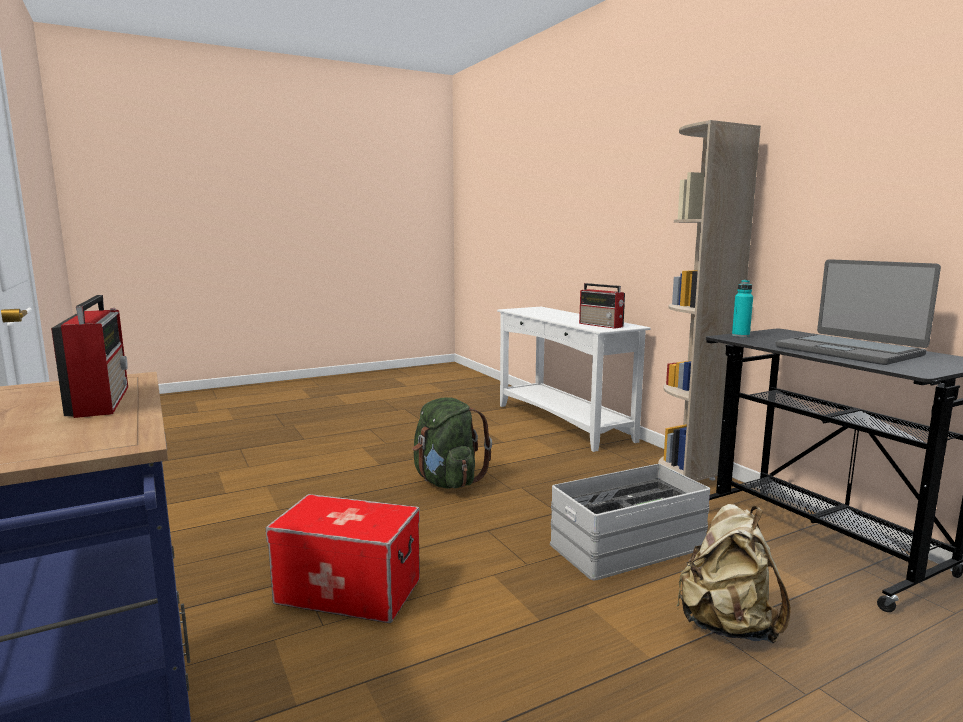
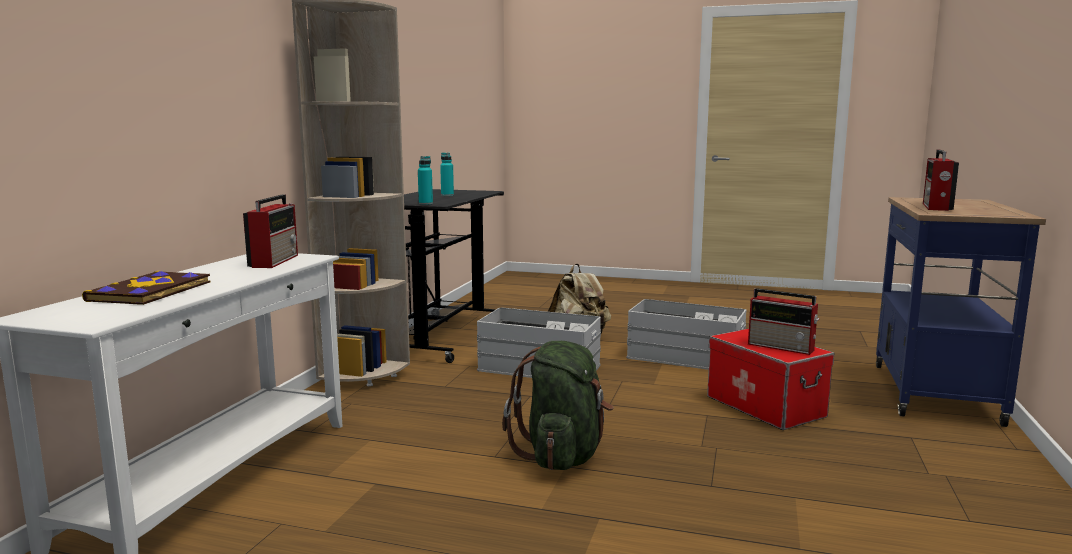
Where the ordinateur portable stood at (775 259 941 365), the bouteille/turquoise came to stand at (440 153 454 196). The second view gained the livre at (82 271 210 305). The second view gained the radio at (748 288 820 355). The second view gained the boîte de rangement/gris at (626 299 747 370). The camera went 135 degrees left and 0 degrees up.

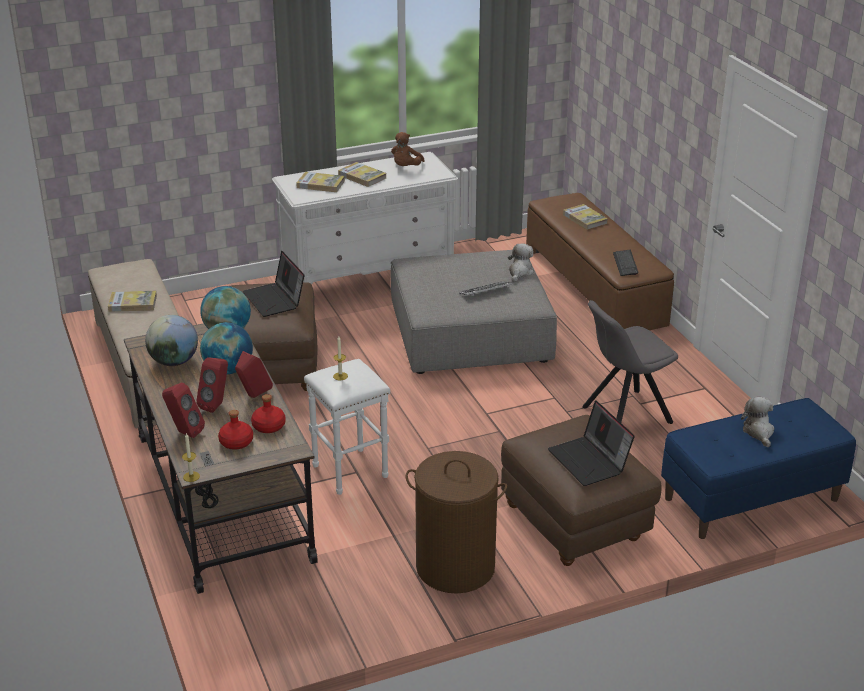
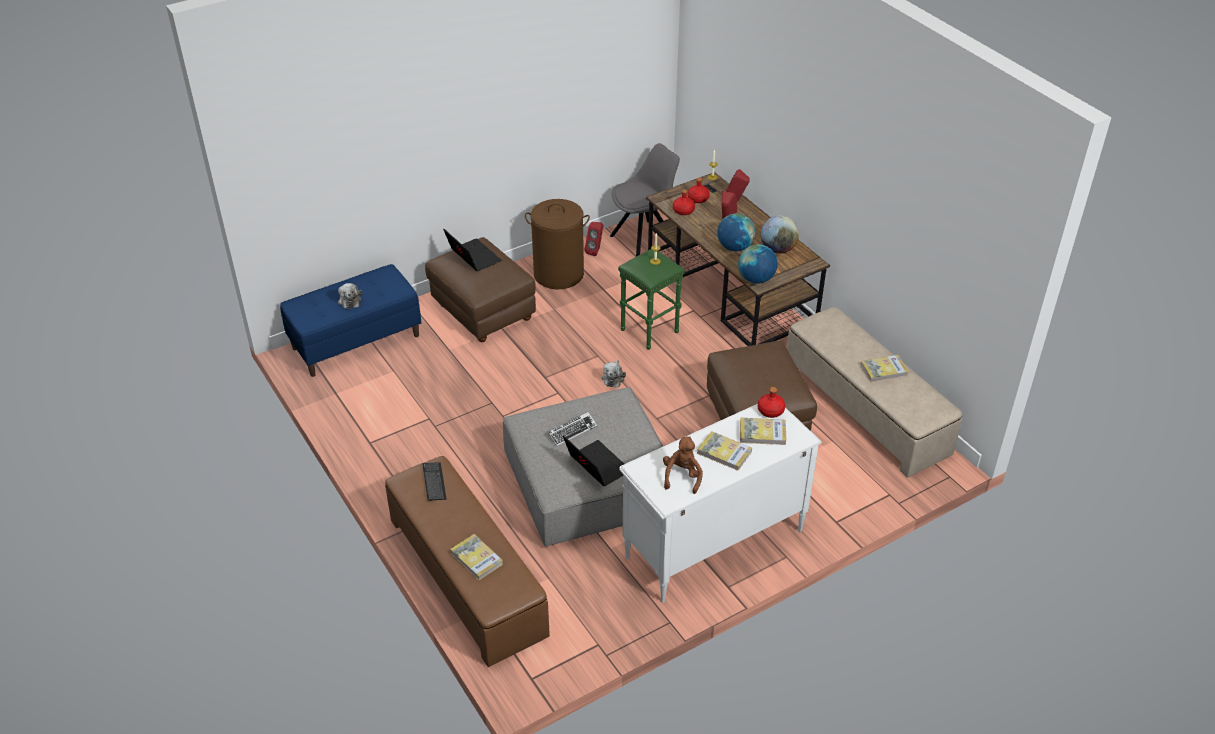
The peluche ended up elsewhere, having gone from (508 243 534 282) to (601 360 626 387). The ordinateur portable ended up elsewhere, having gone from (242 251 305 317) to (563 435 624 486). The chaise/gris ended up elsewhere, having gone from (582 300 678 424) to (610 143 680 257). The enceinte/rouge ended up elsewhere, having gone from (235 351 273 398) to (585 222 603 256). What was the tabouret/blanc at (304 359 390 495) turned into the tabouret/vert at (618 249 685 350). The second view gained the bouteille/rouge at (758 387 785 418). The camera went 170 degrees right and 10 degrees up.

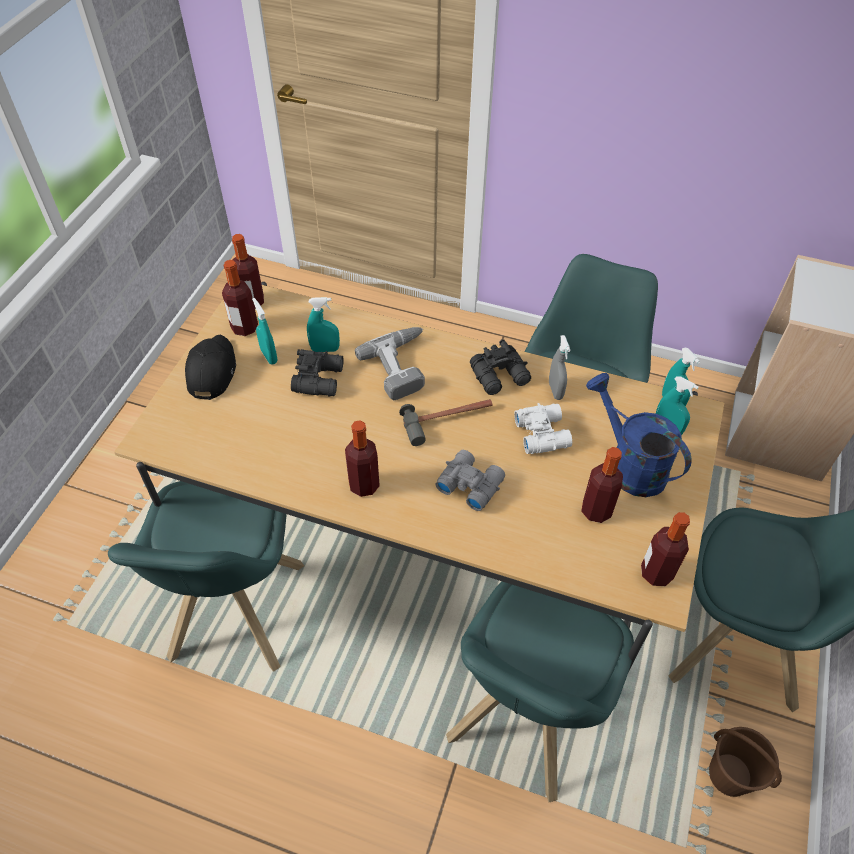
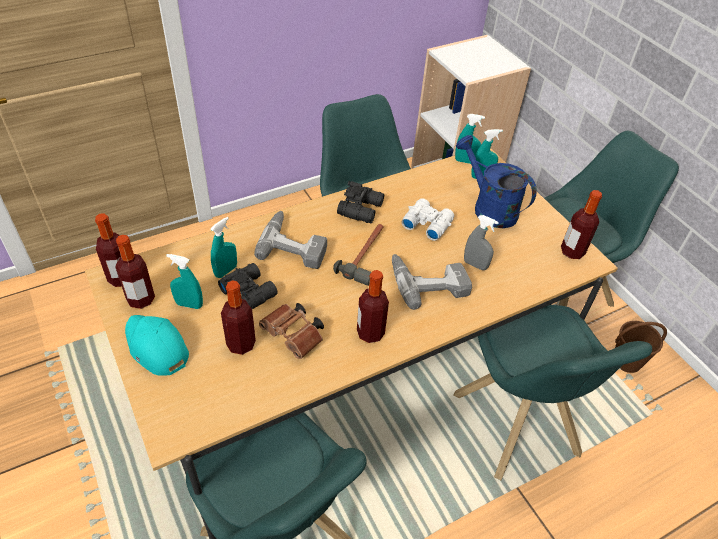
What was the casquette/noir at (185 335 236 400) turned into the casquette/turquoise at (125 315 189 376). The vaporisateur/gris ended up elsewhere, having gone from (549 335 570 400) to (464 215 499 270). The arrosoir/bleu at (586 373 692 497) ended up facing another way, 45 degrees clockwise from before. The bouteille ended up elsewhere, having gone from (581 447 623 523) to (221 280 256 355). Where the jumelles/gris stood at (435 450 505 511), the perceuse came to stand at (392 254 472 310). The second view gained the jumelles/marron at (259 303 324 359). The camera went 50 degrees left and 5 degrees down.

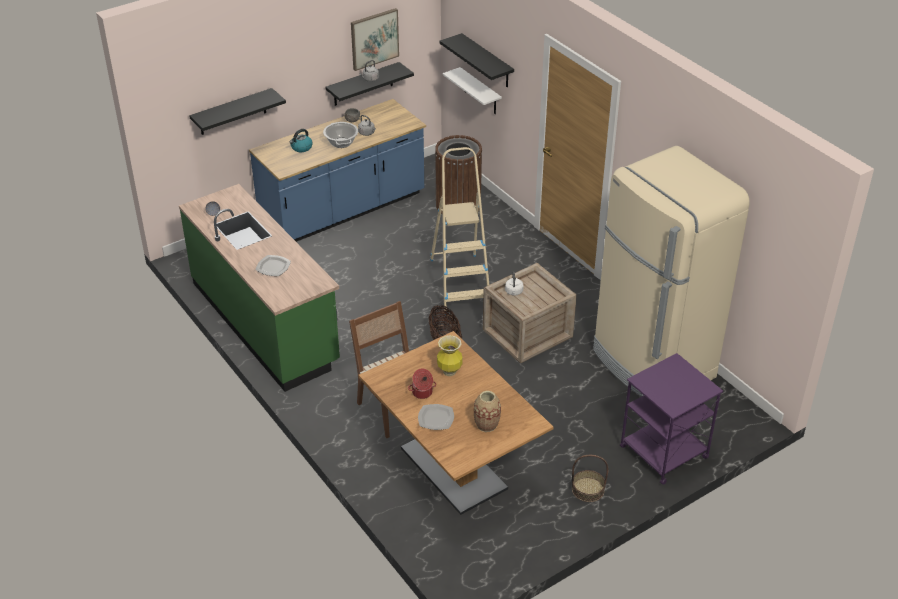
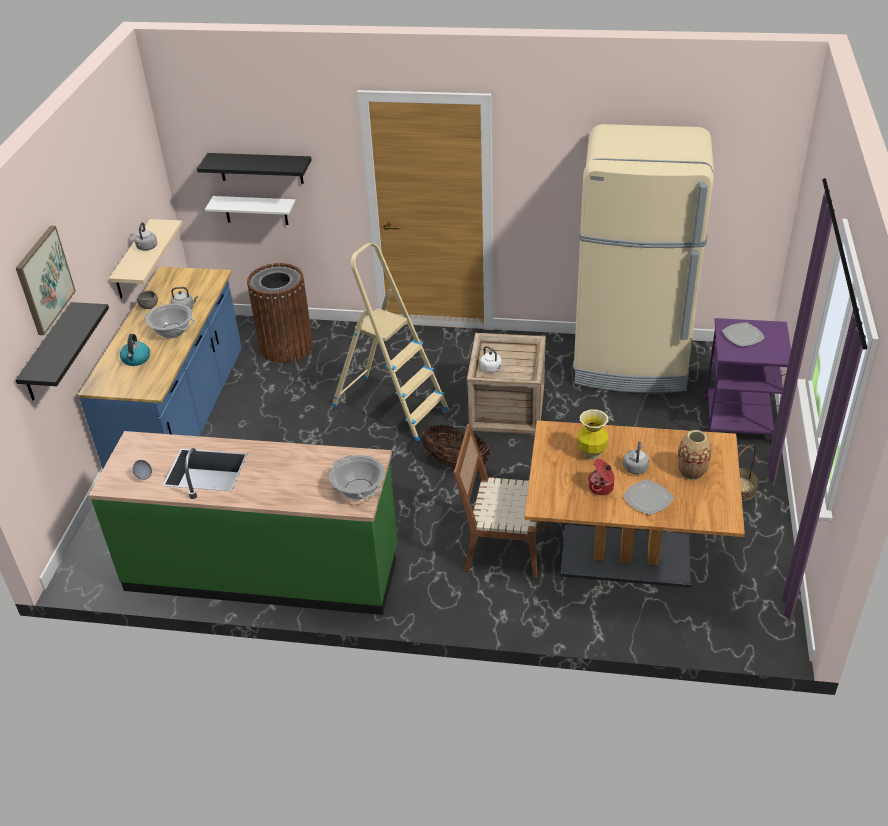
The tableau ended up elsewhere, having gone from (351 8 399 71) to (16 226 76 335). What was the étagère/noir at (325 62 414 106) turned into the étagère/beige at (109 219 183 299). The assiette ended up elsewhere, having gone from (256 255 291 276) to (722 322 765 347). The second view gained the bouilloire/gris at (623 441 649 474). The second view gained the marmite at (329 455 385 500). The camera went 45 degrees left and 0 degrees up.

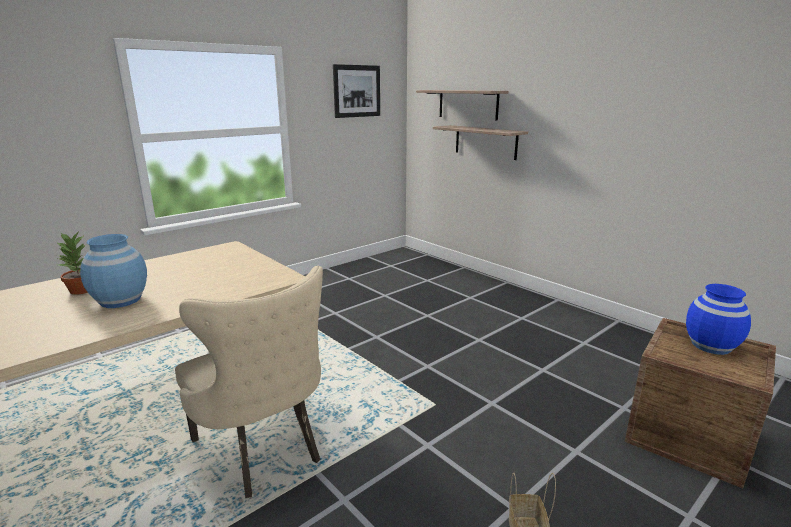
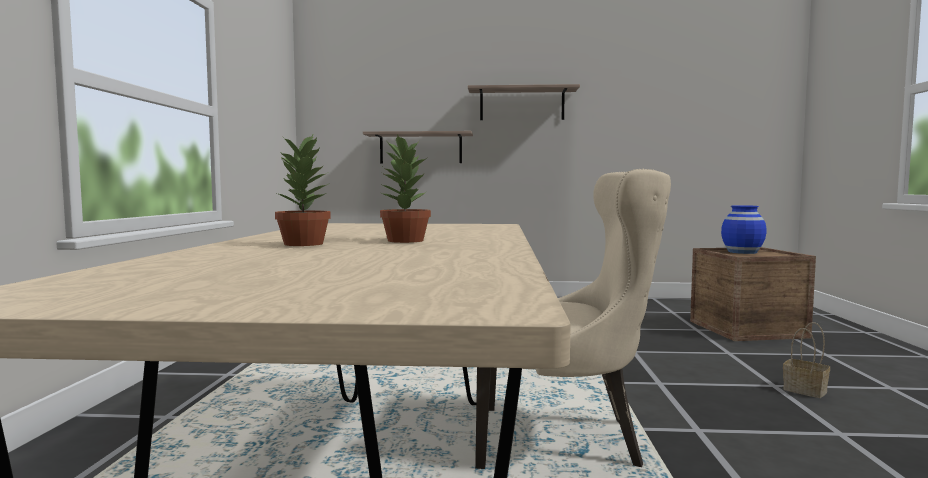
The second view lost the tableau at (333 64 380 118). The étagère ended up elsewhere, having gone from (416 90 509 121) to (468 84 580 120). Where the vase/bleu stood at (80 234 147 308), the plante en pot came to stand at (379 134 431 243). The camera went 45 degrees left and 15 degrees down.

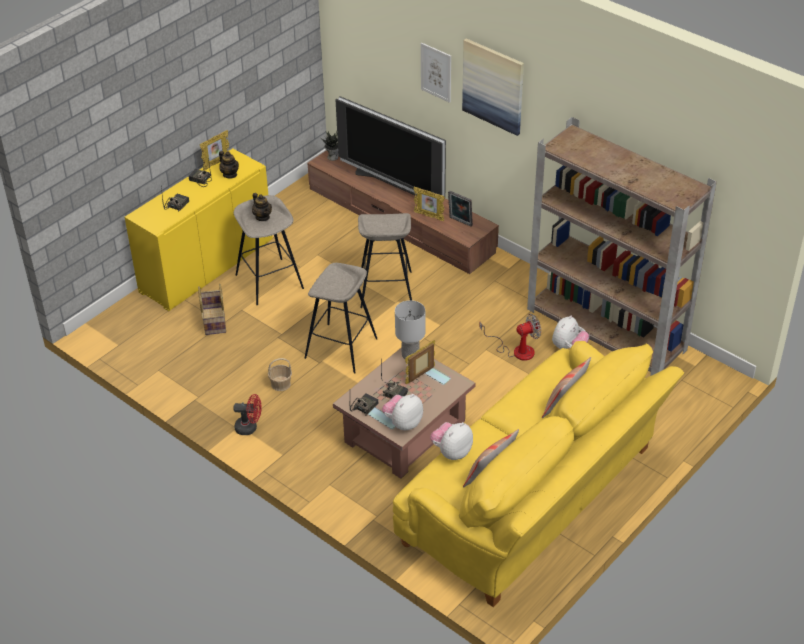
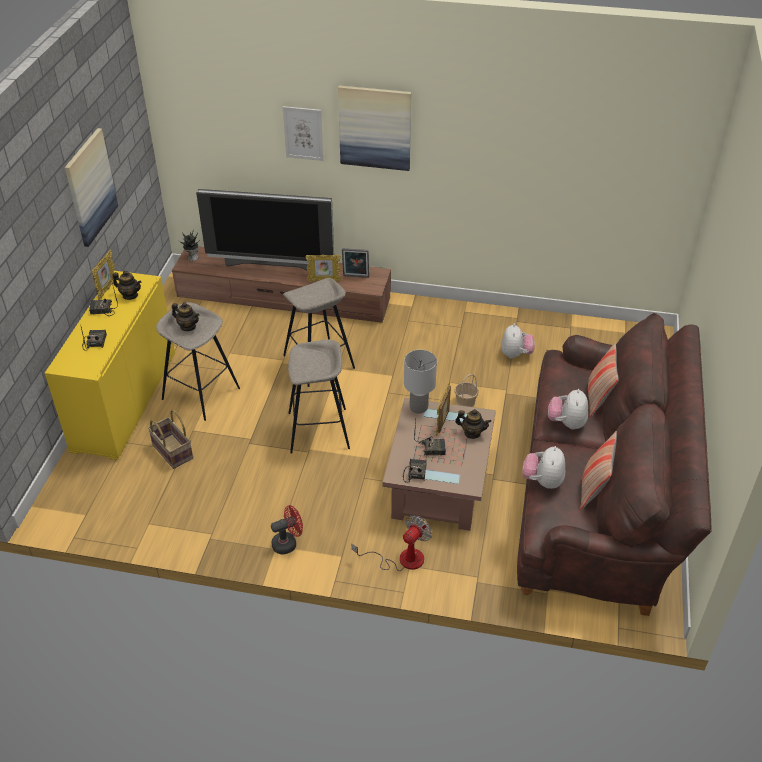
The second view lost the bibliothèque/marron at (527 117 717 376). The ventilateur ended up elsewhere, having gone from (479 314 541 361) to (352 515 432 571). What was the canapé/jaune at (393 341 684 607) turned into the canapé/marron at (517 313 712 616). The panier ended up elsewhere, having gone from (268 358 292 391) to (454 374 479 407). The peluche ended up elsewhere, having gone from (382 394 423 431) to (548 389 588 430). The second view gained the tableau at (65 128 118 247). The second view gained the théière at (455 409 491 439). The camera went 30 degrees left and 0 degrees up.

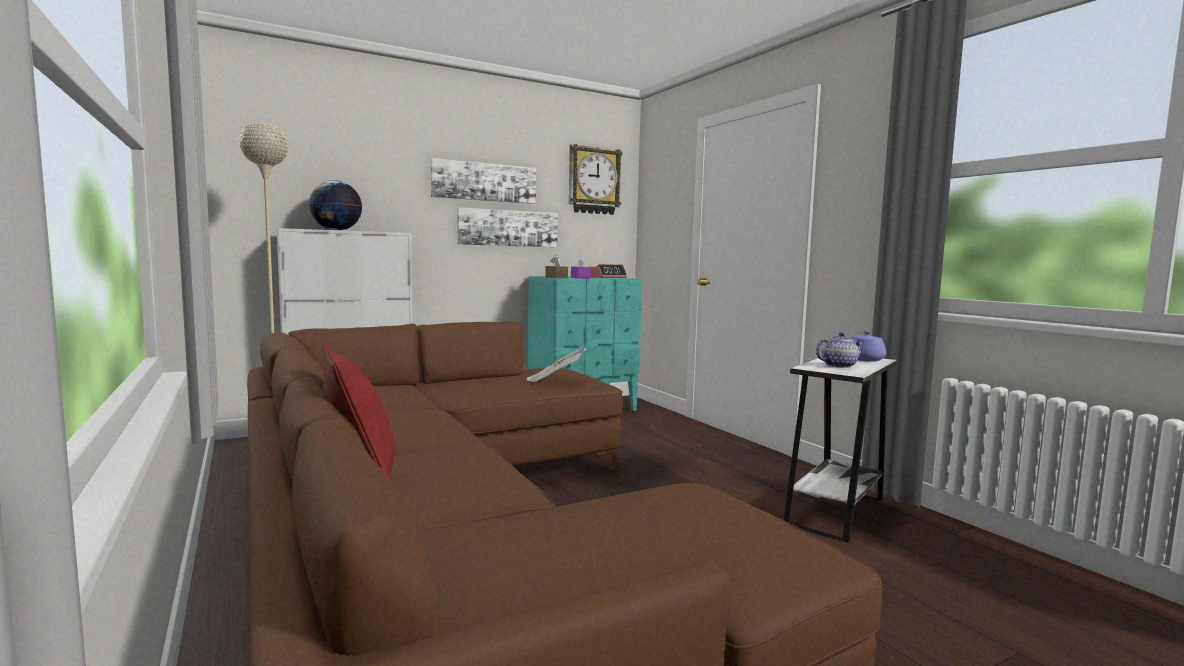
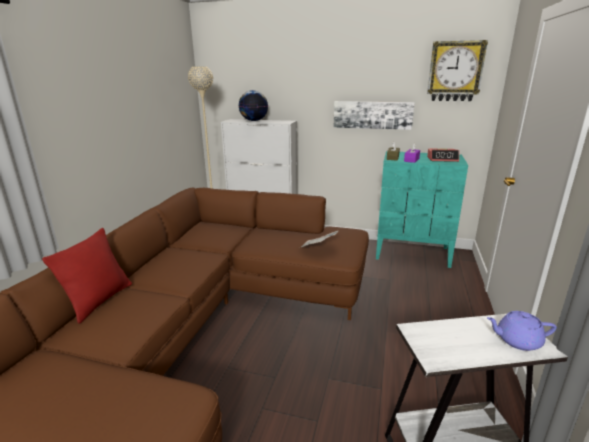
The second view lost the tableau at (431 158 536 204). The second view lost the théière at (816 332 864 368). The camera went 45 degrees right and 15 degrees up.

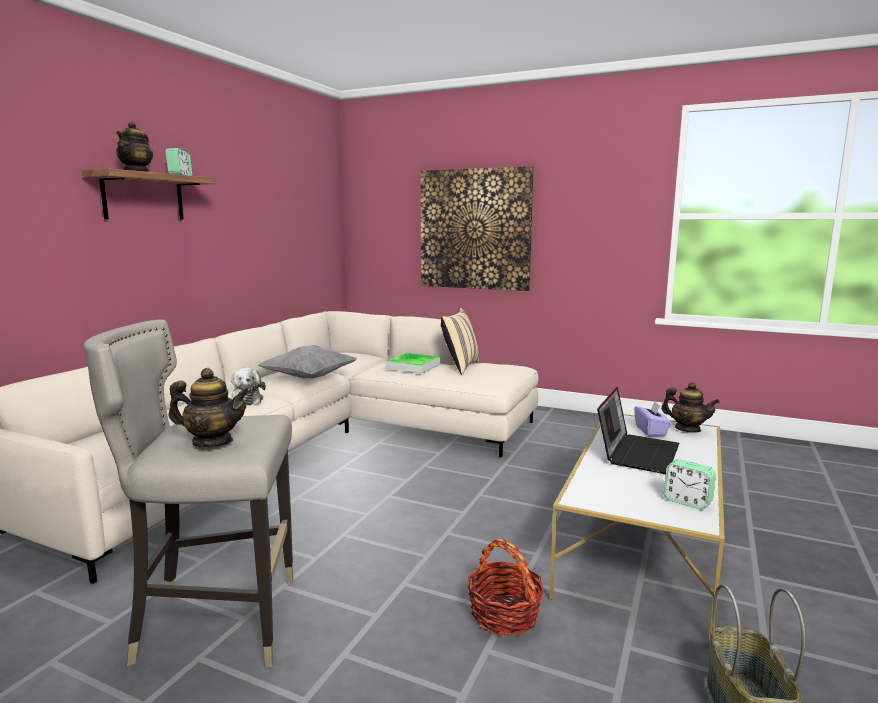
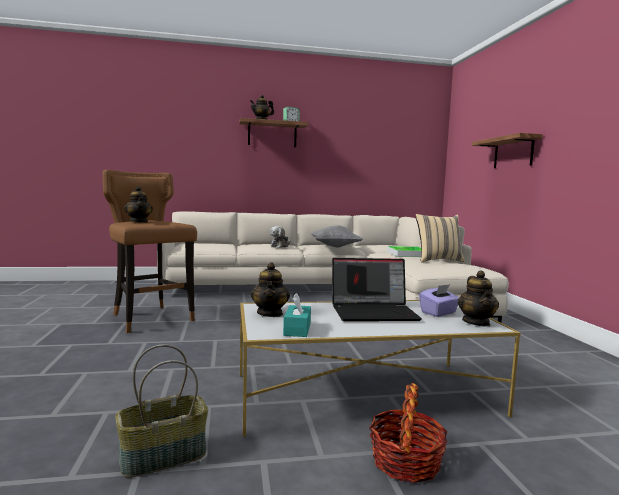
Where the tableau hung at (421 166 534 291), the étagère came to hang at (471 133 543 168). What was the tabouret/gris at (84 319 293 667) turned into the tabouret/marron at (103 170 197 333). Where the réveil stood at (664 459 716 509), the boîte à mouchoirs/turquoise came to stand at (283 293 311 337). The panier ended up elsewhere, having gone from (467 539 545 635) to (369 383 448 483). The second view gained the théière at (250 262 290 317). The camera went 55 degrees right and 5 degrees down.

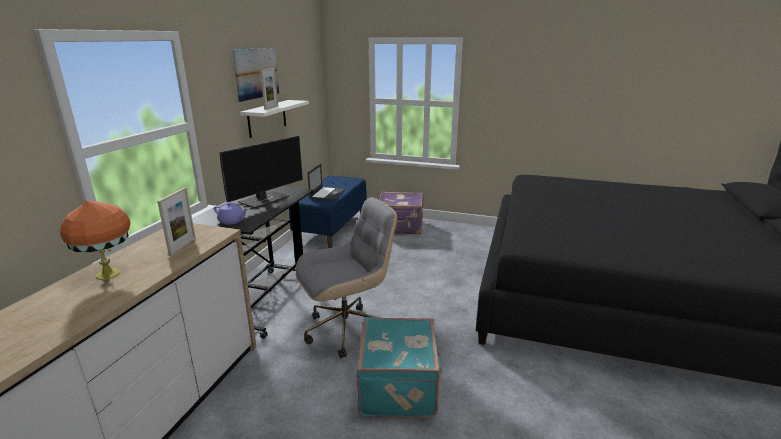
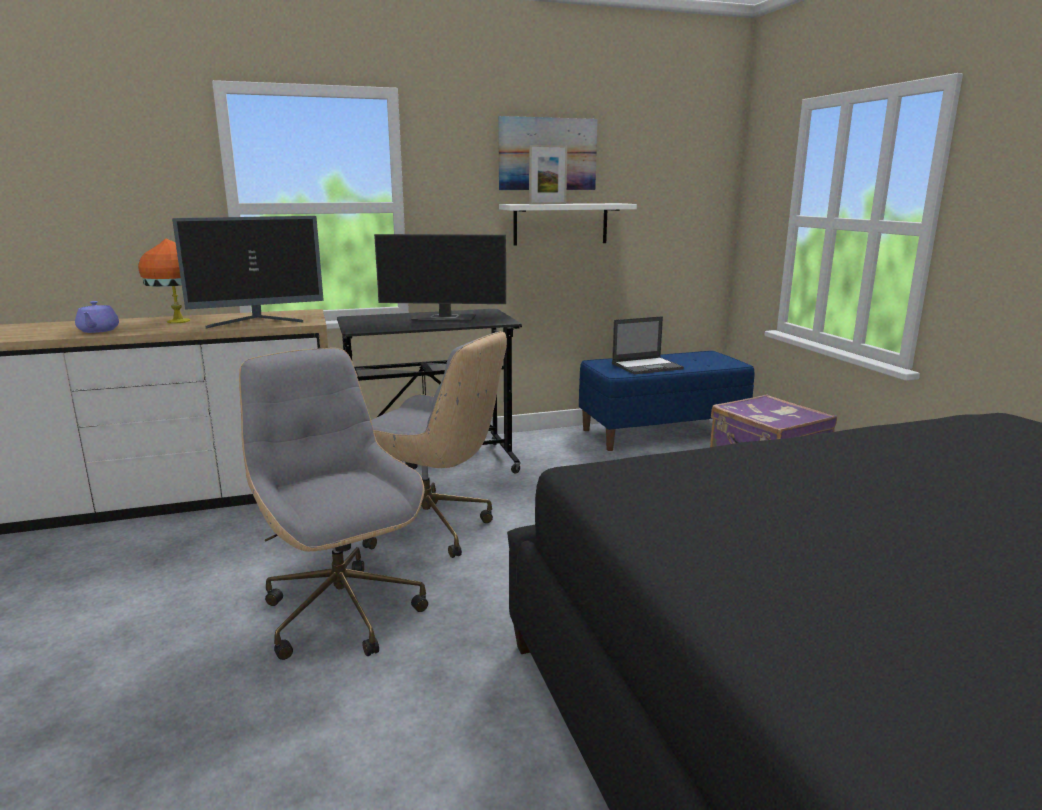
Where the cadre photo stood at (157 187 196 256), the écran d'ordinateur came to stand at (172 216 323 328). The théière/violet ended up elsewhere, having gone from (214 202 248 225) to (75 301 119 333). Where the valise/turquoise stood at (357 317 443 418), the chaise de bureau/gris came to stand at (239 348 428 660). The camera went 55 degrees right and 5 degrees down.

